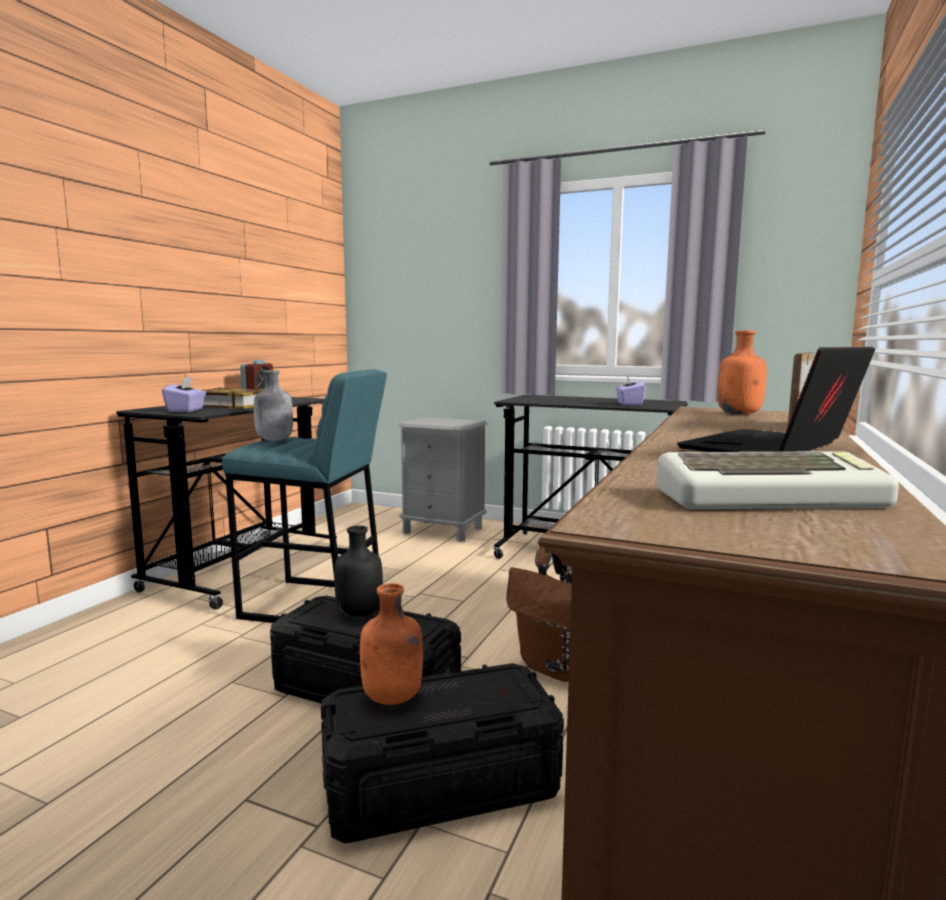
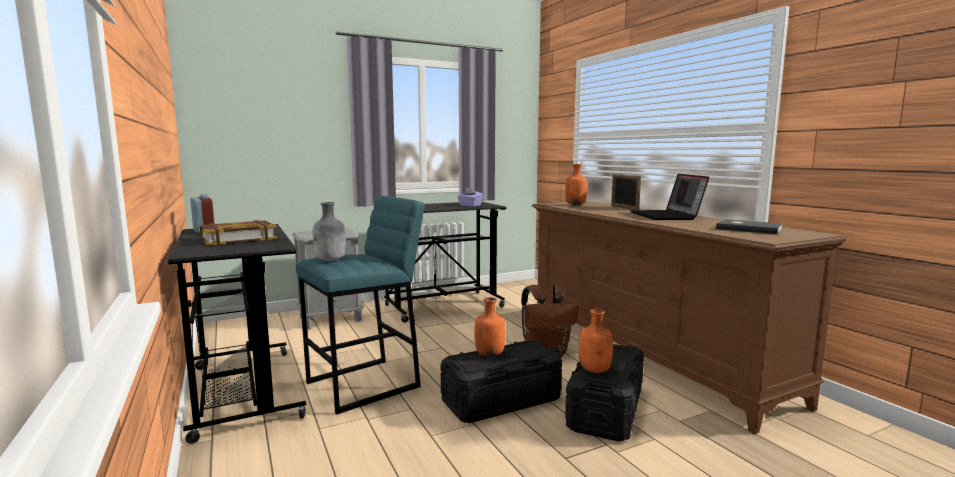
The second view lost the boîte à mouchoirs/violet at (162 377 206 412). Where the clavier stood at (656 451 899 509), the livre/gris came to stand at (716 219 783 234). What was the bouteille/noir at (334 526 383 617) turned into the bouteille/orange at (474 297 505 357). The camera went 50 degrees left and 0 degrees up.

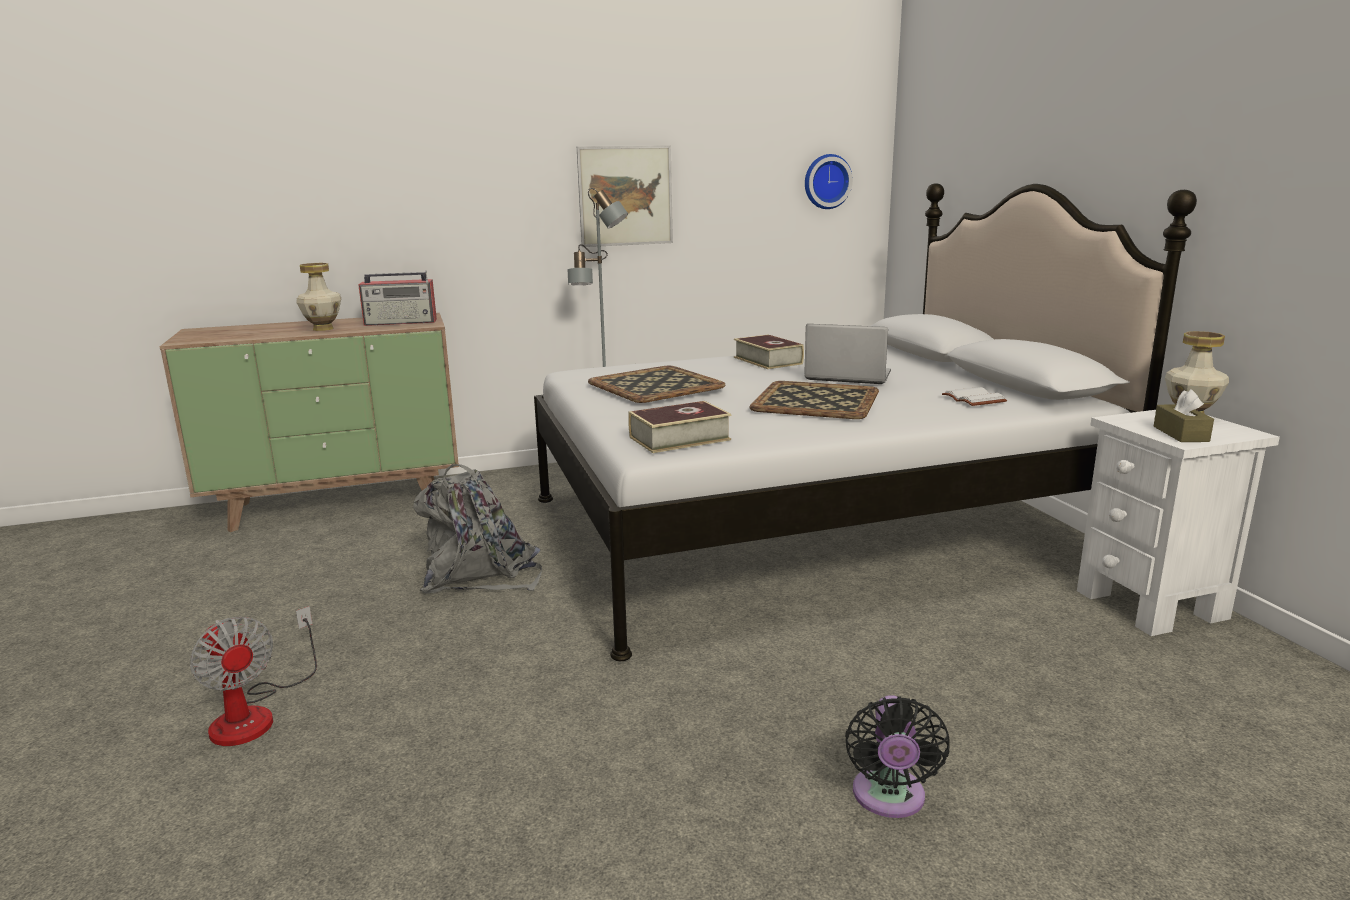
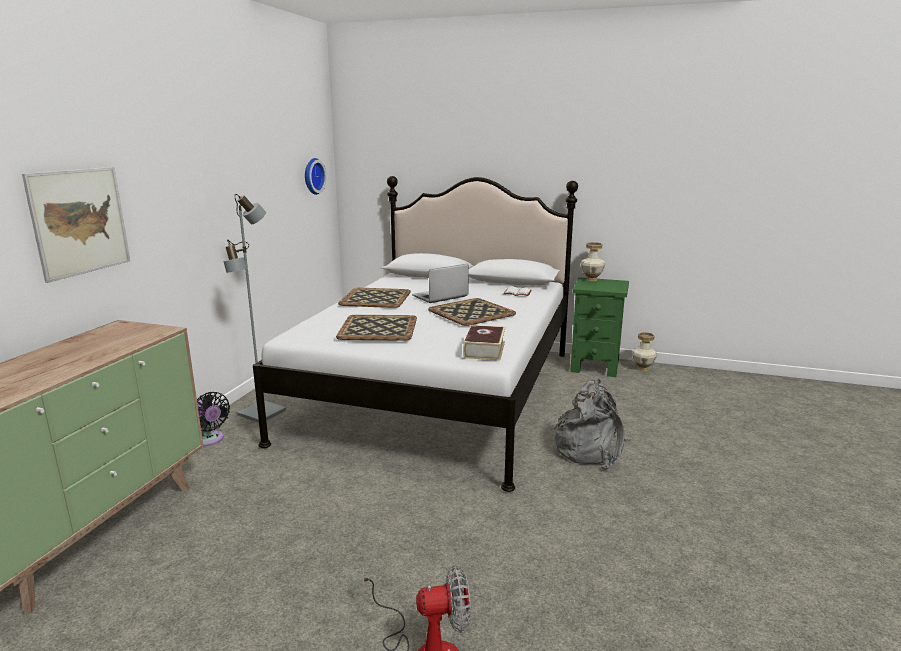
The tableau ended up elsewhere, having gone from (577 146 673 247) to (22 167 130 283). The vase ended up elsewhere, having gone from (297 263 341 331) to (632 332 657 371). The second view lost the radio at (358 270 437 326). Where the livre stood at (734 335 804 369), the plateau came to stand at (338 288 411 308). The second view lost the boîte à mouchoirs/marron at (1154 389 1214 442). What was the table de chevet/blanc at (1077 410 1280 636) turned into the table de chevet/vert at (570 277 629 377). The sac à dos/gris ended up elsewhere, having gone from (413 464 542 594) to (554 378 631 470). The ventilateur/noir ended up elsewhere, having gone from (845 695 950 818) to (197 392 230 446). The camera went 55 degrees left and 0 degrees up.

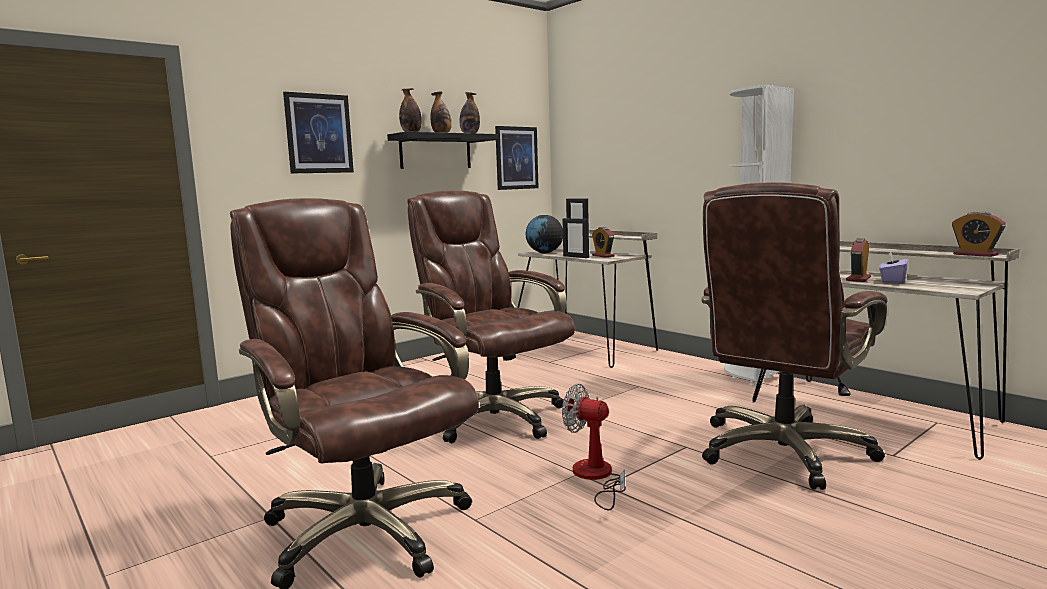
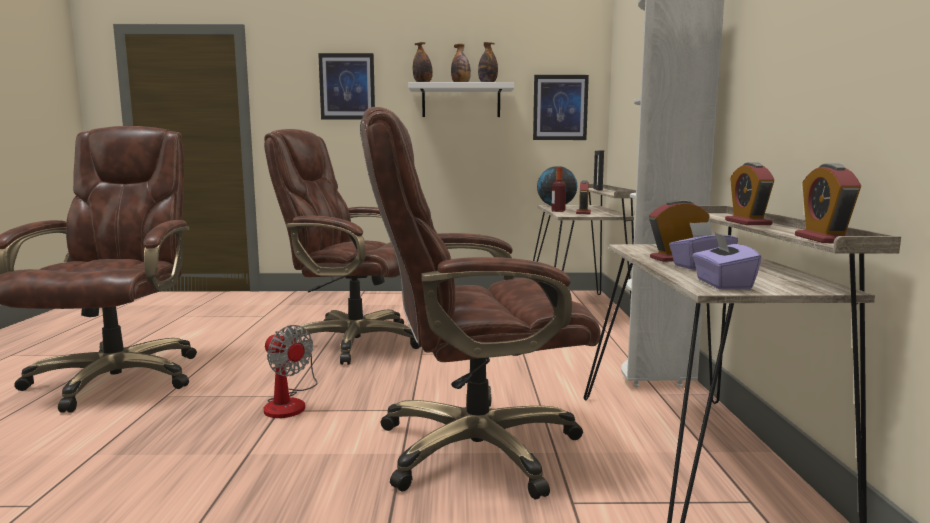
What was the étagère/noir at (387 132 498 169) turned into the étagère/blanc at (408 82 515 117). The chaise de bureau/marron at (407 190 575 443) ended up facing another way, 75 degrees counterclockwise from before. Where the cadre photo stood at (562 218 589 258), the bouteille came to stand at (551 167 566 212). The ventilateur at (562 384 626 510) ended up facing another way, 150 degrees clockwise from before. The second view gained the réveil at (725 162 775 225). The second view gained the boîte à mouchoirs/violet at (693 232 761 290). The camera went 40 degrees right and 0 degrees up.

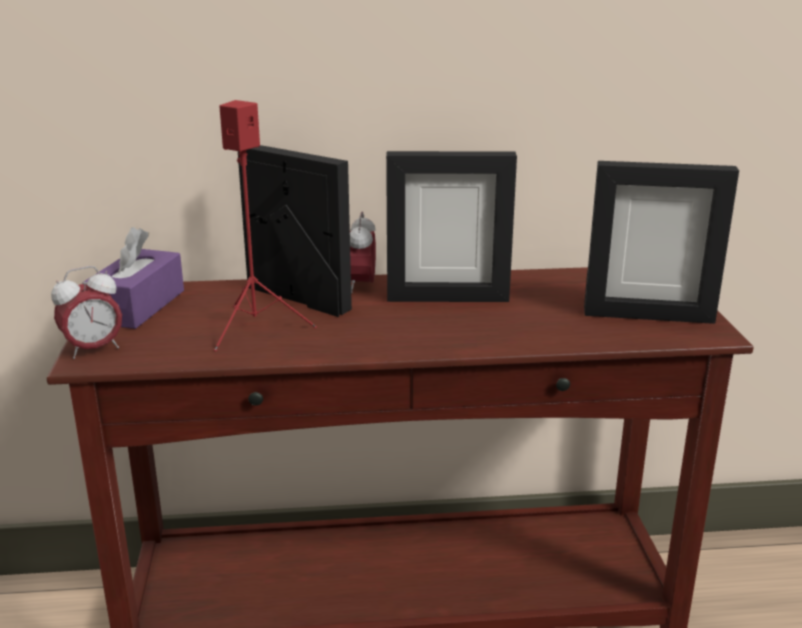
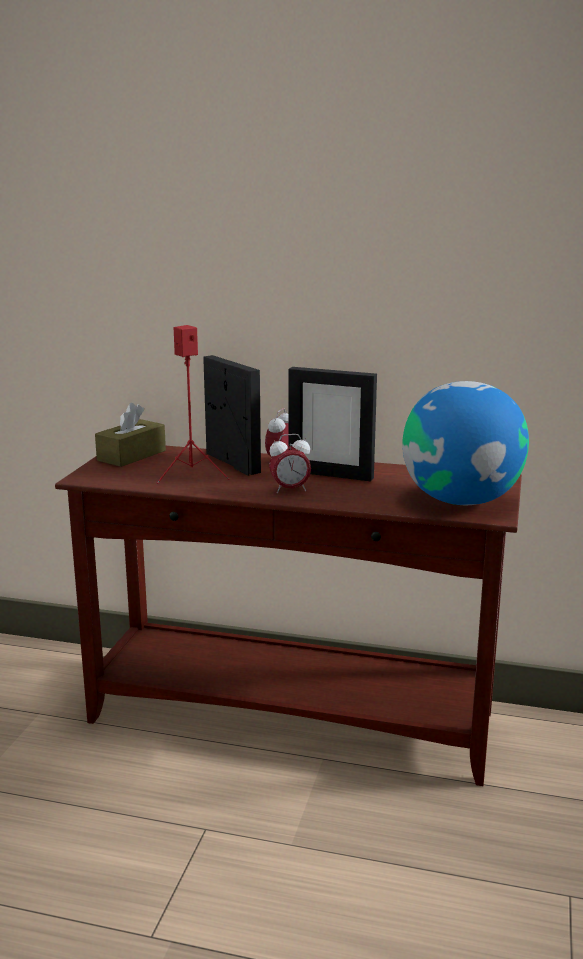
Where the cadre photo stood at (584 161 739 324), the globe came to stand at (402 381 529 505). What was the boîte à mouchoirs/violet at (82 227 184 329) turned into the boîte à mouchoirs/marron at (95 403 166 467). The réveil ended up elsewhere, having gone from (51 266 122 359) to (269 434 311 493). The camera went 20 degrees right and 5 degrees down.

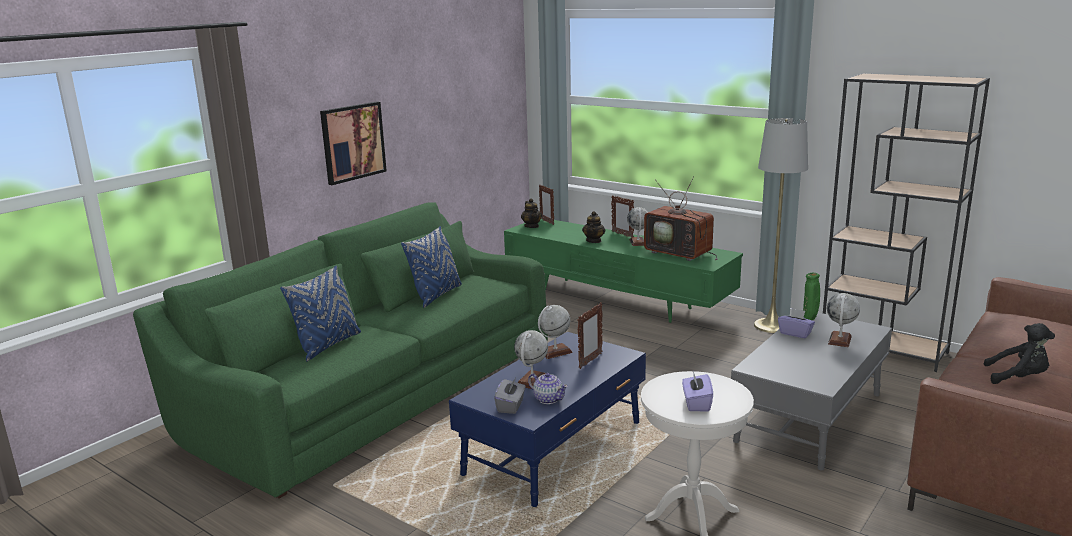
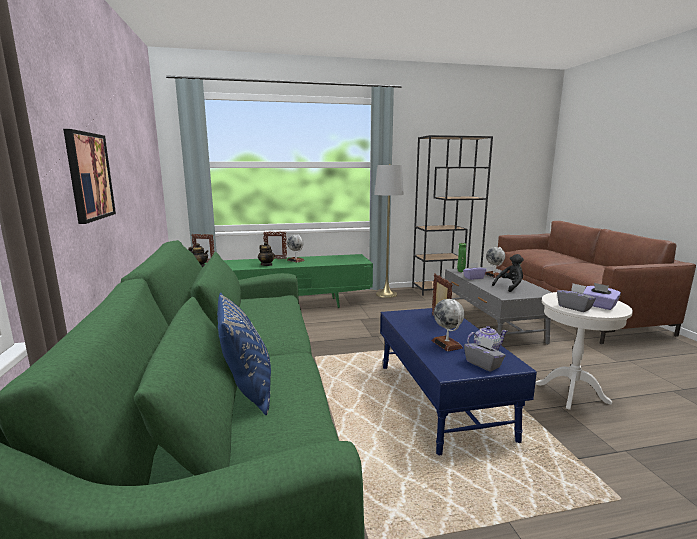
The second view lost the téléviseur at (644 176 718 261). The second view lost the coussin/bleu at (401 226 462 308). The second view lost the globe at (538 305 573 359). The peluche/noir ended up elsewhere, having gone from (984 323 1055 384) to (492 254 524 292). The second view gained the boîte à mouchoirs/gris at (557 283 596 312). The camera went 50 degrees left and 5 degrees down.

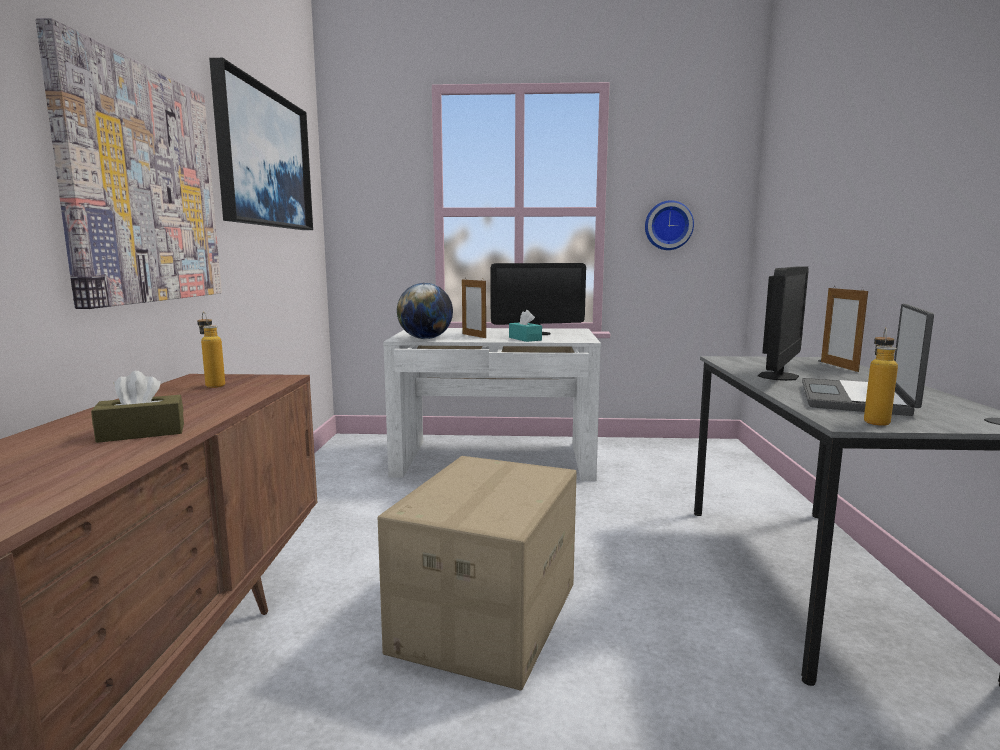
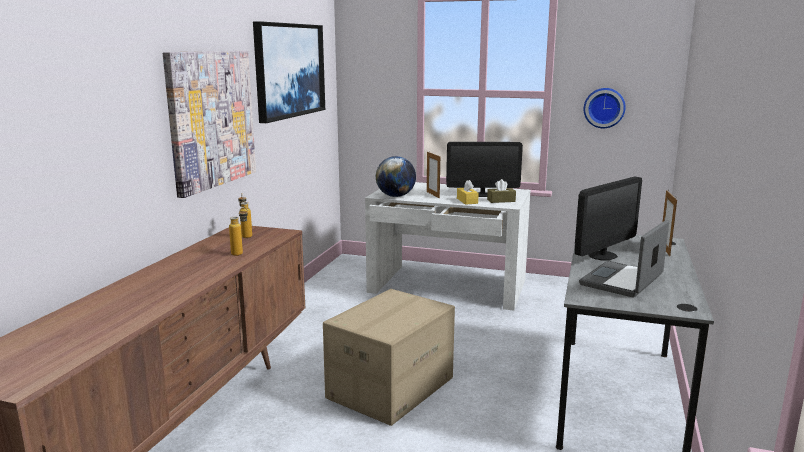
What was the boîte à mouchoirs/turquoise at (509 310 542 342) turned into the boîte à mouchoirs/jaune at (457 180 479 205). The bouteille ended up elsewhere, having gone from (864 328 898 426) to (229 207 248 256). The boîte à mouchoirs/marron ended up elsewhere, having gone from (91 371 184 443) to (487 179 516 203). The camera went 15 degrees right and 5 degrees up.

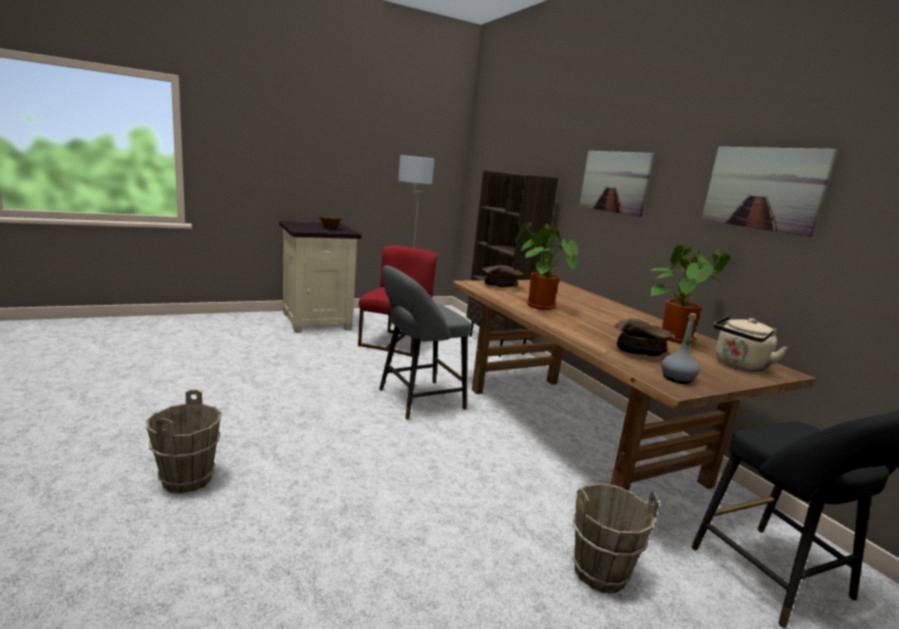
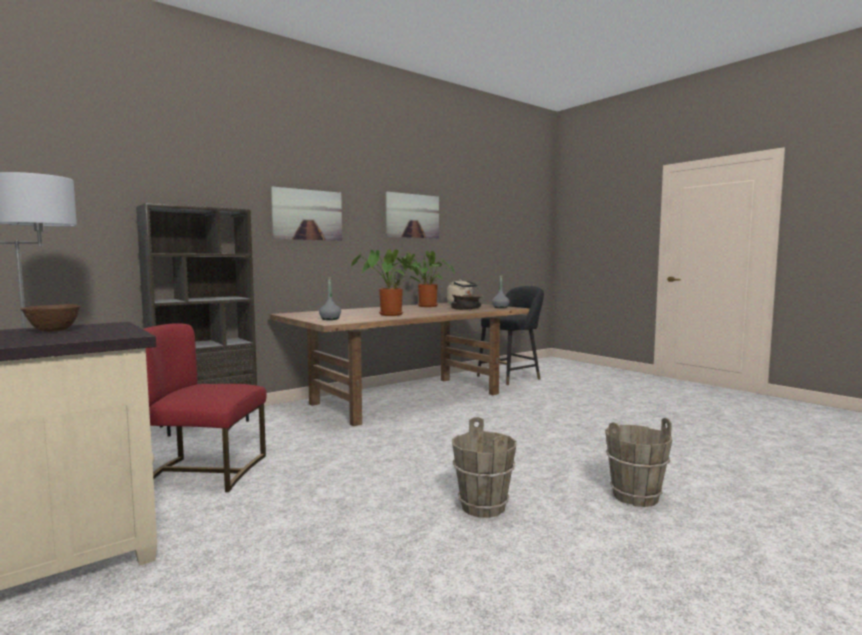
The second view lost the tabouret/gris at (379 265 471 420). Where the bol/marron stood at (482 265 524 287), the bouteille/gris came to stand at (319 278 341 320). The seau/marron ended up elsewhere, having gone from (573 483 659 593) to (452 417 517 518). The camera went 100 degrees left and 10 degrees down.

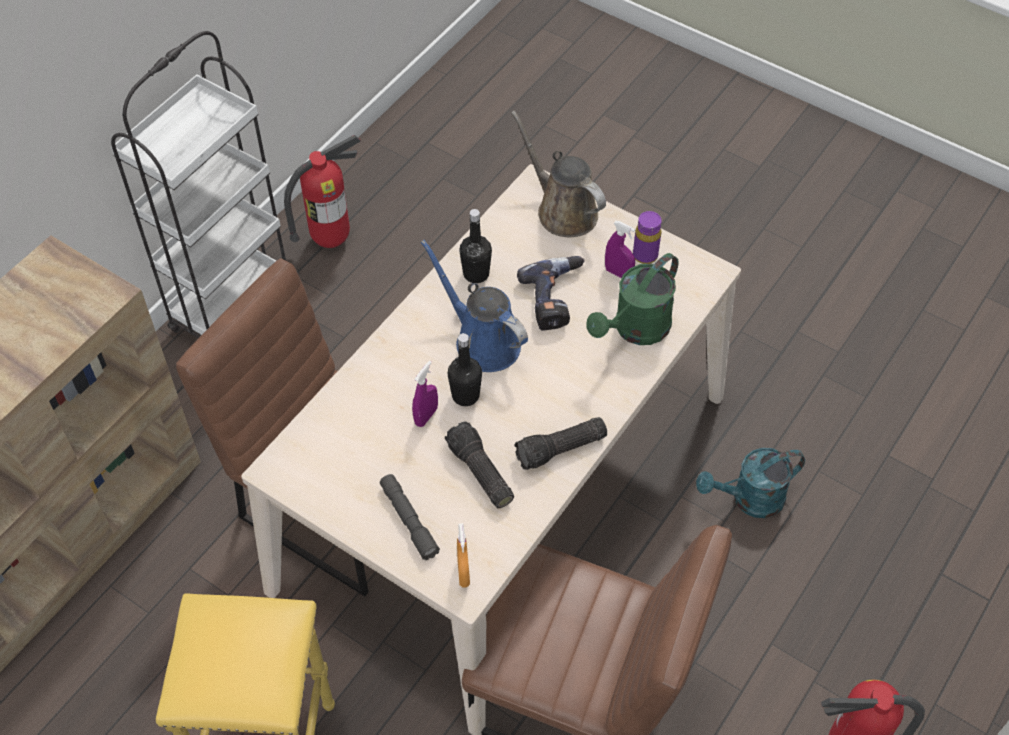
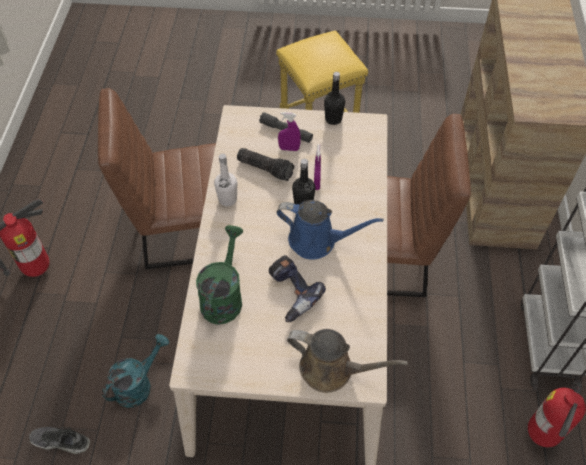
The bouteille/noir ended up elsewhere, having gone from (459 209 492 283) to (324 72 345 125). The second view lost the bouteille/violet at (633 211 662 264). The vaporisateur/violet ended up elsewhere, having gone from (605 221 635 278) to (278 112 301 151). Where the lampe de poche stood at (515 417 607 470), the bouteille/blanc came to stand at (214 154 237 206). The second view lost the vaporisateur/orange at (457 523 470 588). The second view gained the chaussure at (29 427 90 454). The camera went 150 degrees right and 0 degrees up.

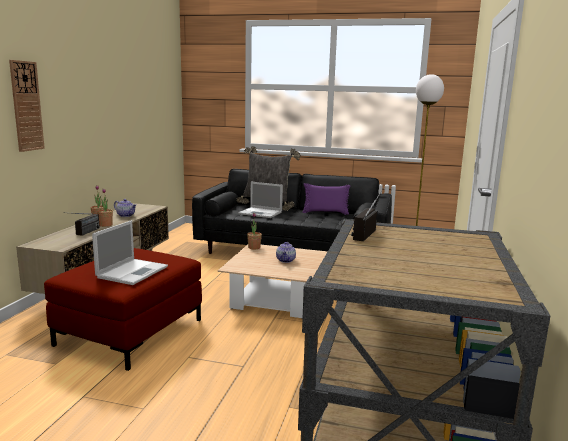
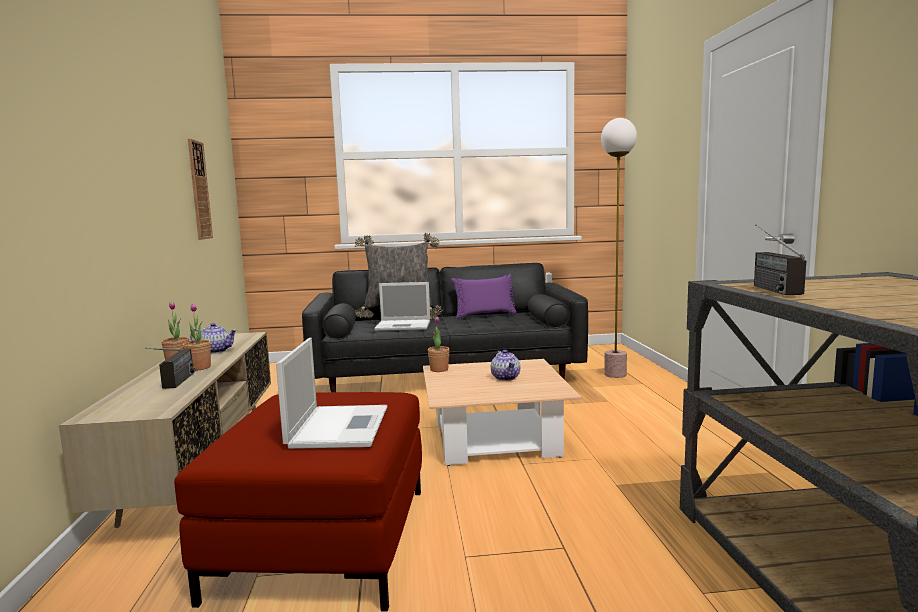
The horloge murale ended up elsewhere, having gone from (9 60 45 152) to (188 139 213 240). The camera went 20 degrees left and 5 degrees down.

